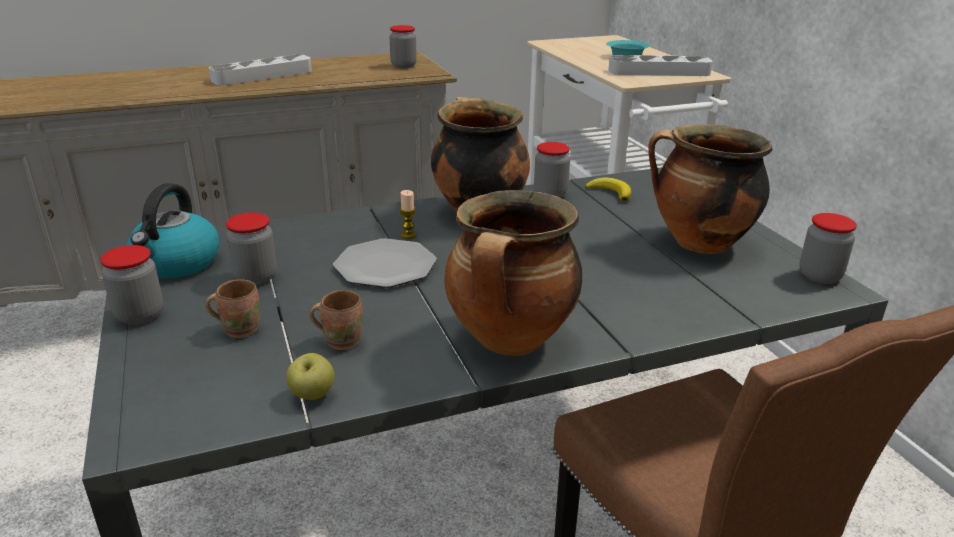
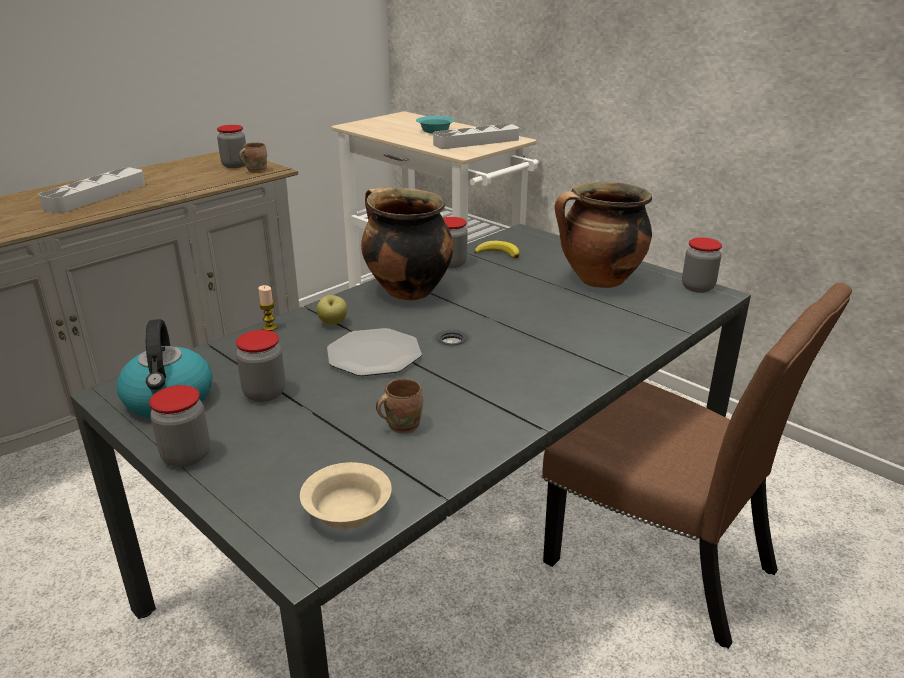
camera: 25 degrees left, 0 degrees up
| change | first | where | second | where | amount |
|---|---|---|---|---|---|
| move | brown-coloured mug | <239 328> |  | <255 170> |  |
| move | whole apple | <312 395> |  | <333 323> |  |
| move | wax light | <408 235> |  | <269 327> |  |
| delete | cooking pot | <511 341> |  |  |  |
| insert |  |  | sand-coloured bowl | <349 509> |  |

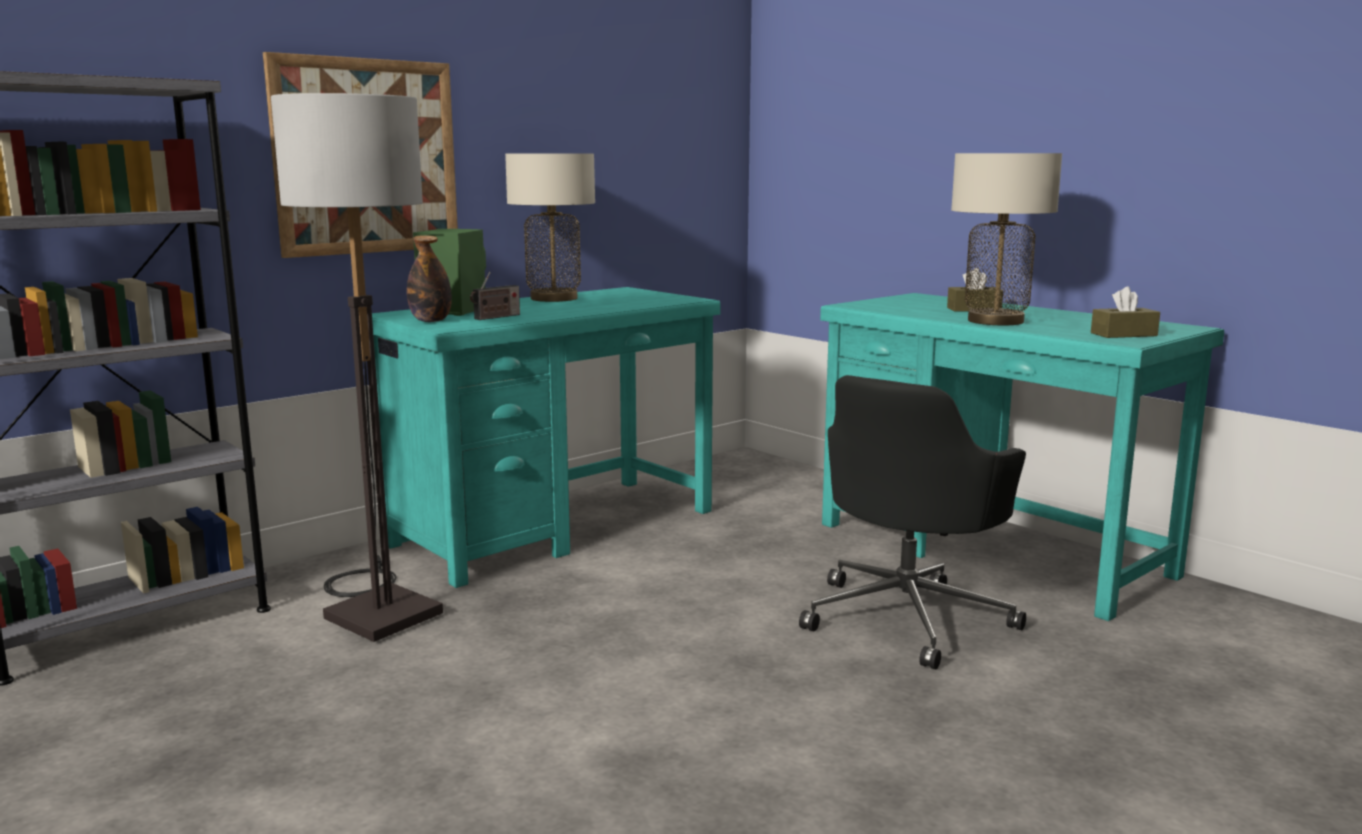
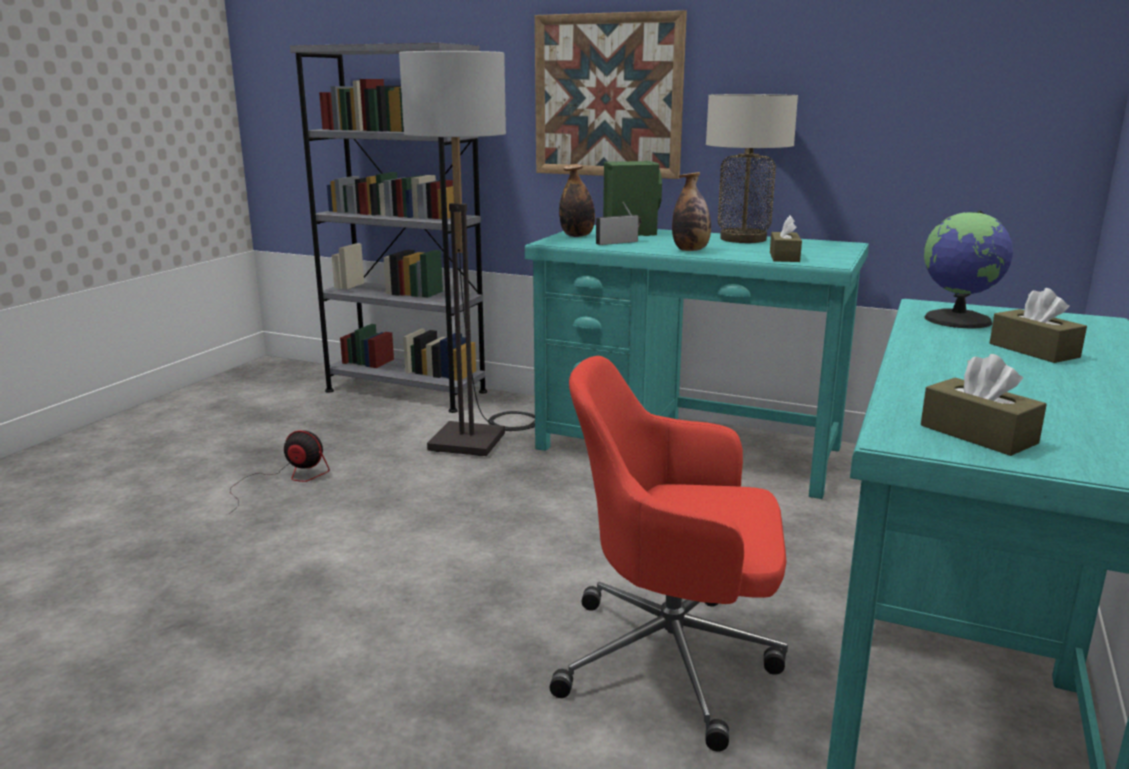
camera: 65 degrees right, 5 degrees up
| change | first | where | second | where | amount |
|---|---|---|---|---|---|
| rotate | radio receiver | <495 317> |  | <618 242> | 135 degrees clockwise |
| recolor | black computer chair | <908 617> | red computer chair | <674 660> |  |
| delete | table lamp | <995 321> |  |  |  |
| insert |  |  | fan | <284 480> |  |
| insert |  |  | bottle | <690 250> |  |
| insert |  |  | brown-coloured box of tissues | <784 257> |  |
| insert |  |  | globe | <959 320> |  |

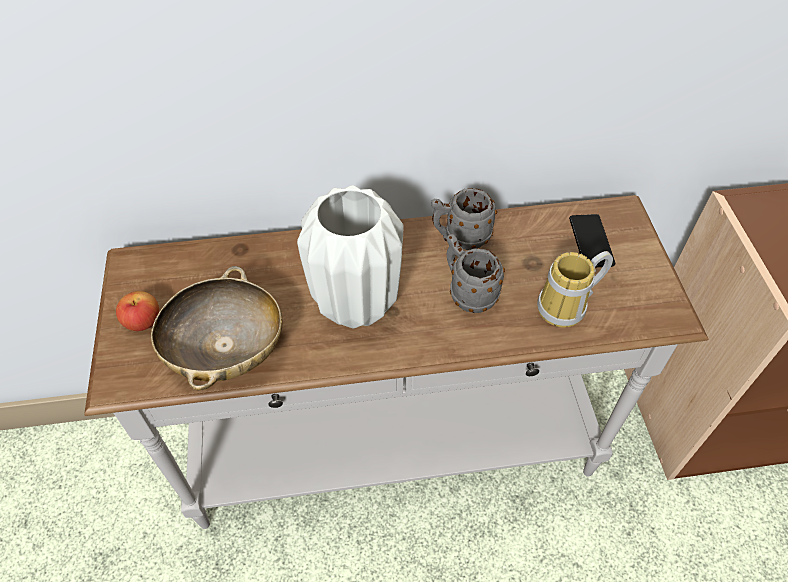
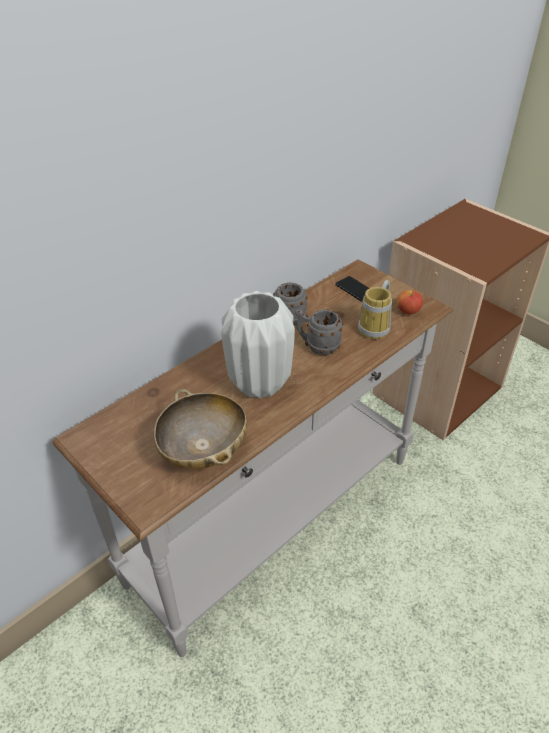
camera: 35 degrees left, 10 degrees down
| change | first | where | second | where | amount |
|---|---|---|---|---|---|
| move | whole apple | <143 321> |  | <408 311> |  |

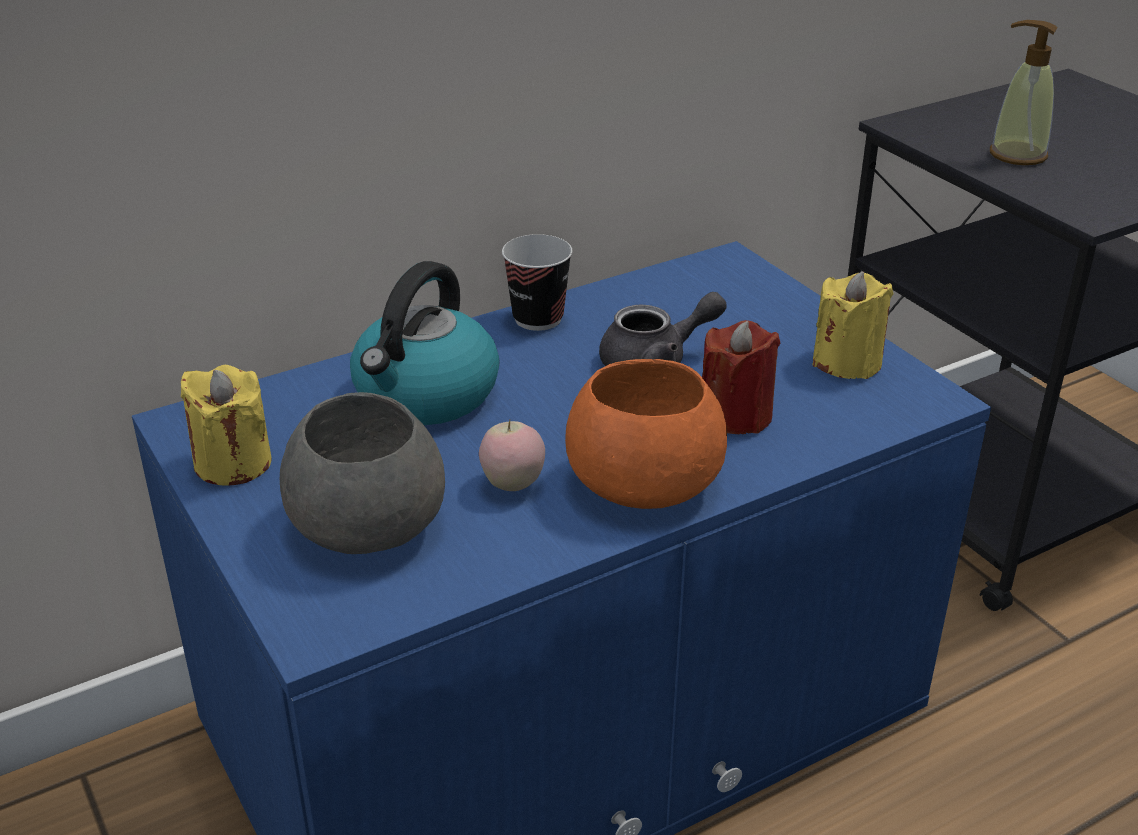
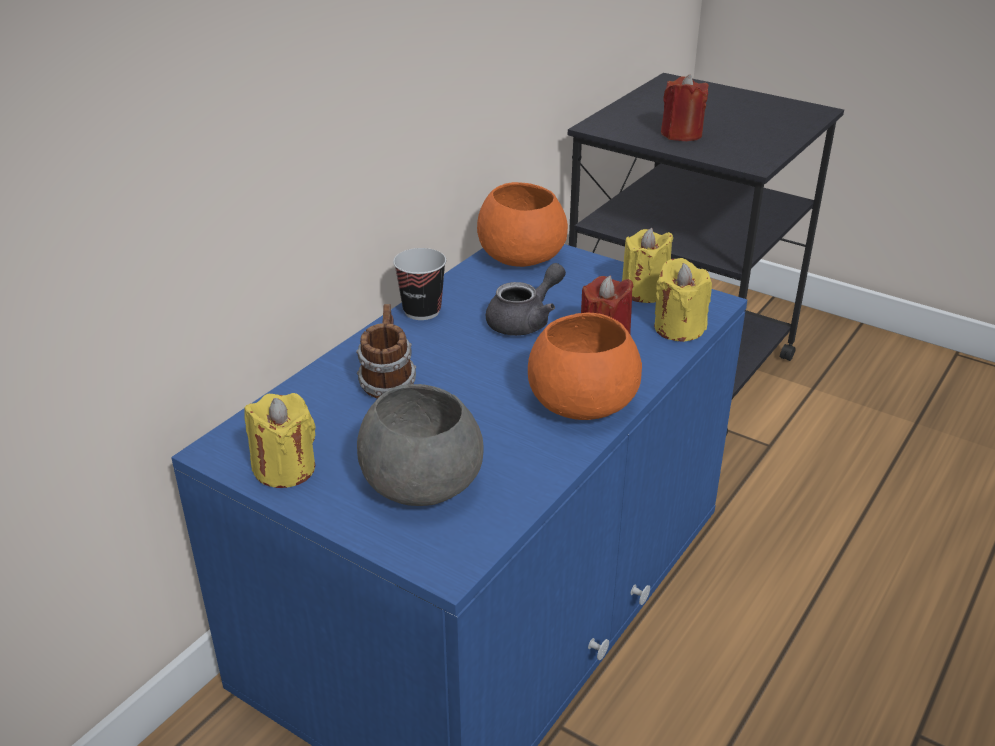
camera: 25 degrees left, 0 degrees up
| change | first | where | second | where | amount |
|---|---|---|---|---|---|
| replace | water kettle | <425 395> | mug | <387 383> |  |
| delete | whole apple | <513 484> |  |  |  |
| replace | soap bottle | <1017 155> | red wax light | <681 134> |  |
| insert |  |  | orange-coloured bowl | <520 255> |  |
| insert |  |  | yellow-coloured wax light | <678 328> |  |

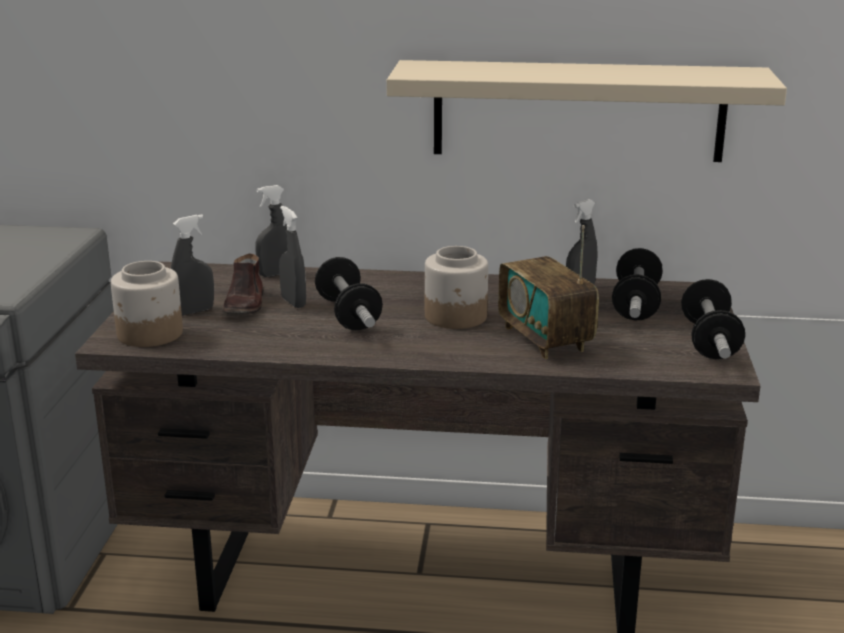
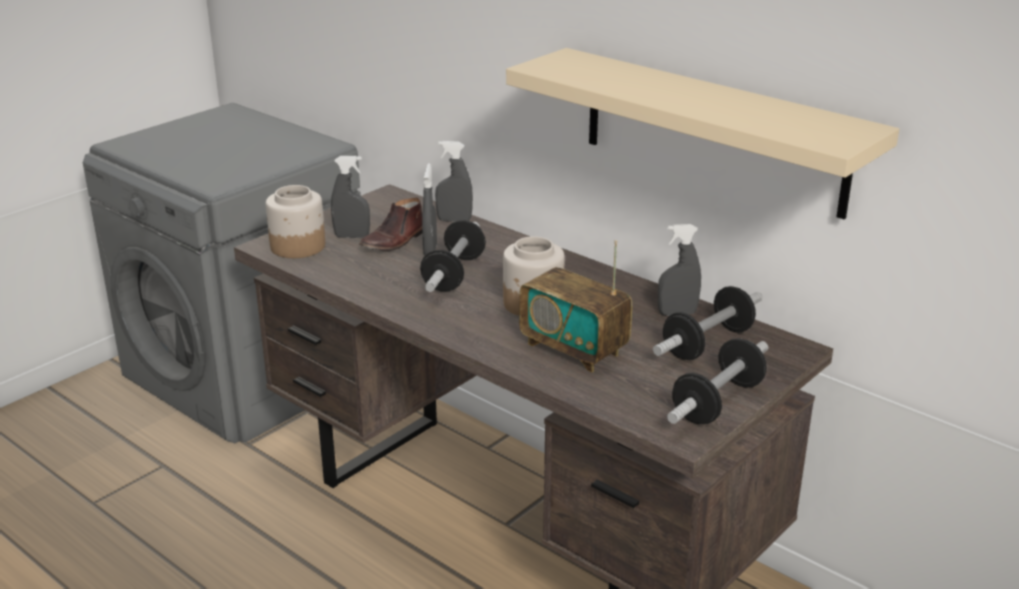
camera: 35 degrees right, 5 degrees up
| change | first | where | second | where | amount |
|---|---|---|---|---|---|
| rotate | radio receiver | <545 339> |  | <574 349> | 60 degrees counterclockwise |

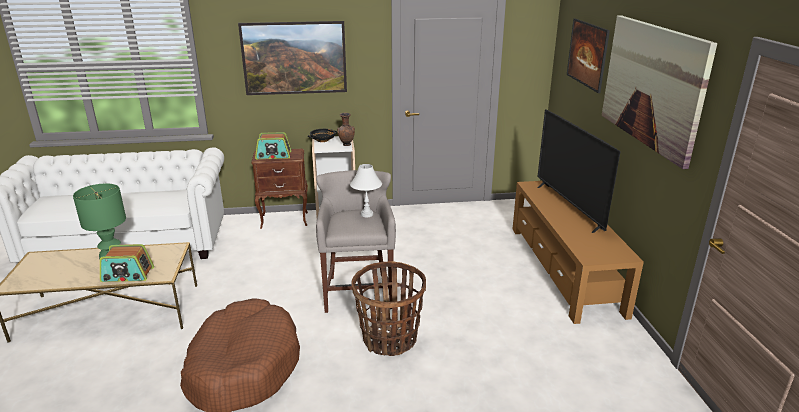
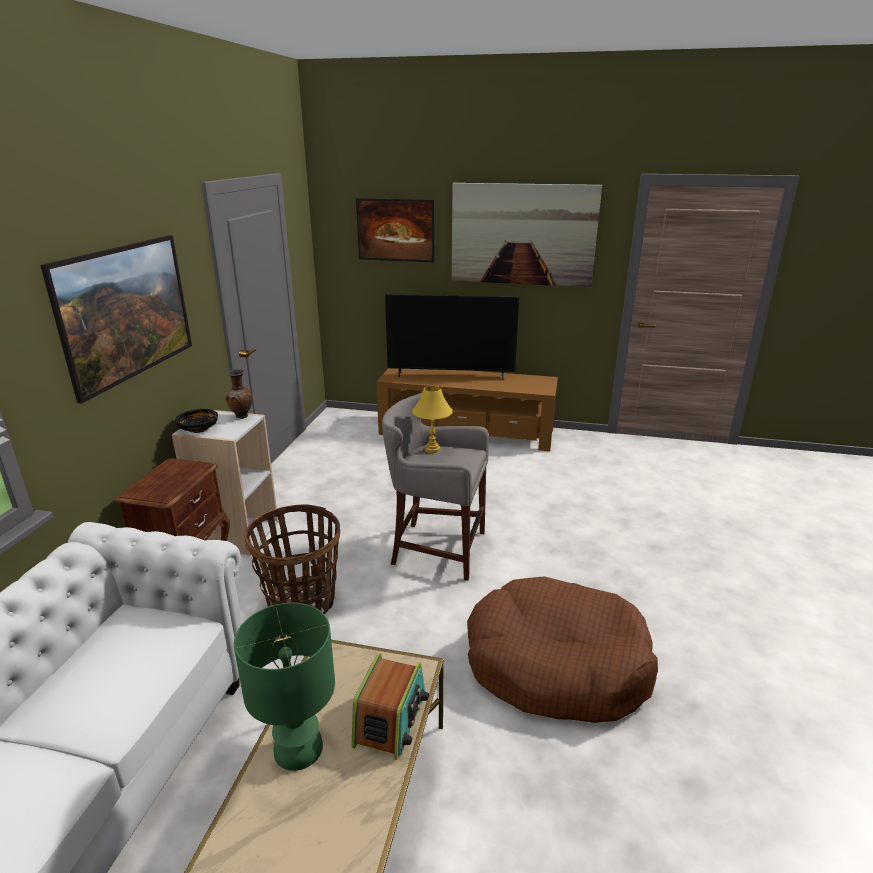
camera: 70 degrees left, 0 degrees up
| change | first | where | second | where | amount |
|---|---|---|---|---|---|
| delete | radio receiver | <273 155> |  |  |  |
| recolor | whitish table lamp | <367 214> | yellow-coloured table lamp | <432 449> |  |
| move | basket | <389 340> |  | <301 602> |  |

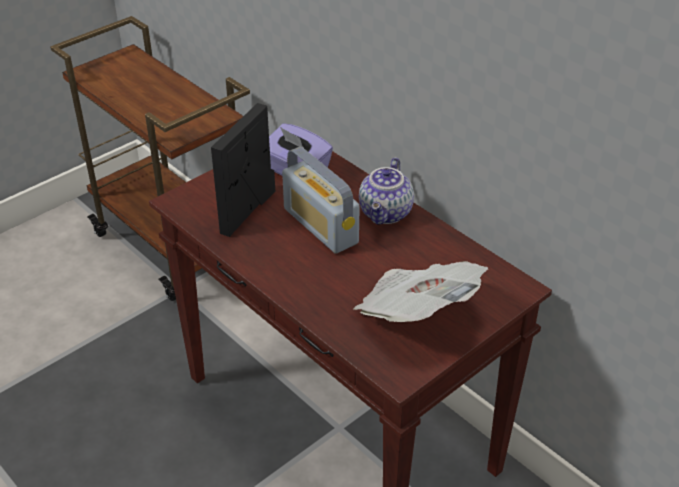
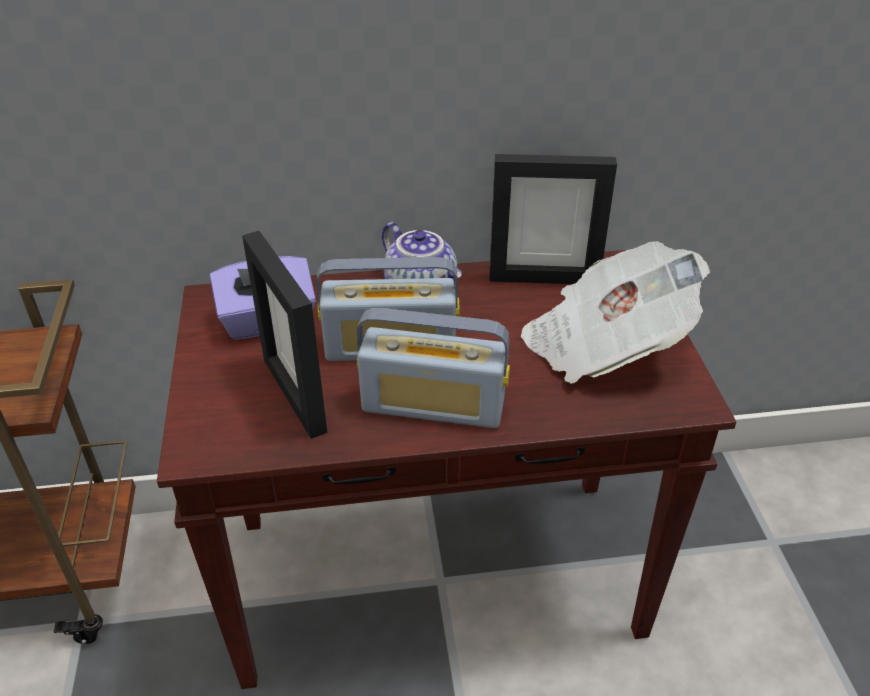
camera: 55 degrees left, 0 degrees up
| change | first | where | second | where | amount |
|---|---|---|---|---|---|
| insert |  |  | radio receiver | <433 405> |  |
| insert |  |  | photo frame | <543 277> |  |

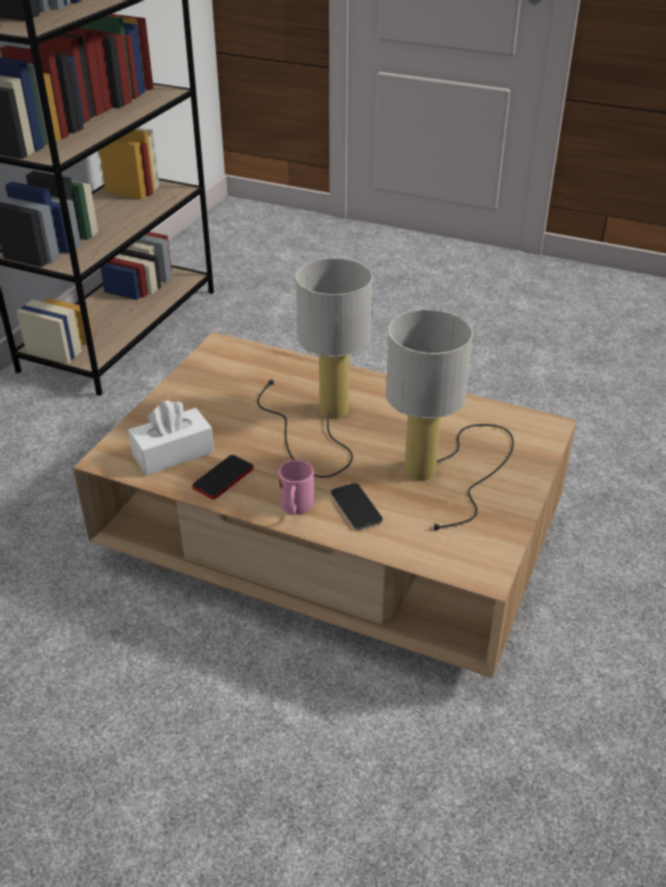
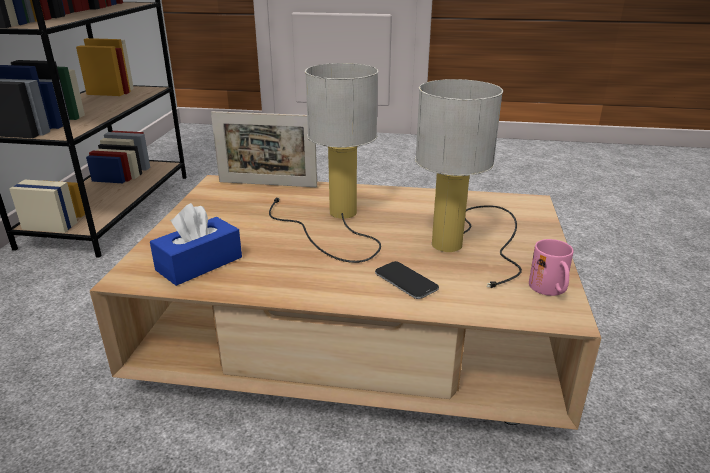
camera: 15 degrees left, 10 degrees down
| change | first | where | second | where | amount |
|---|---|---|---|---|---|
| recolor | whitish box of tissues | <173 453> | bluish box of tissues | <199 264> |  |
| delete | phone | <223 478> |  |  |  |
| move | pink-coloured mug | <296 508> |  | <551 290> |  |
| insert |  |  | photo frame | <267 184> |  |

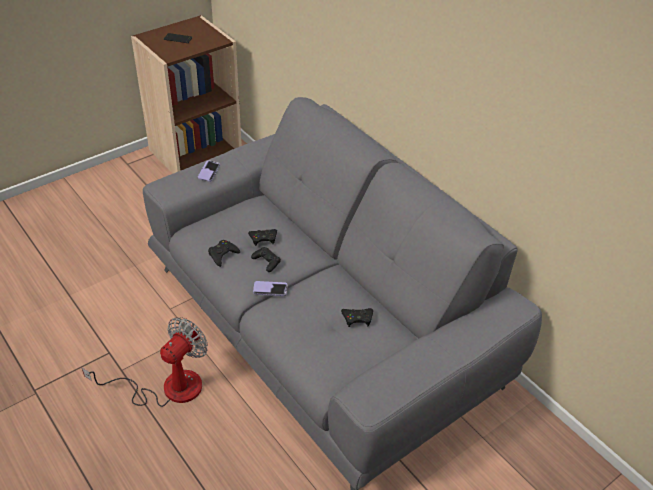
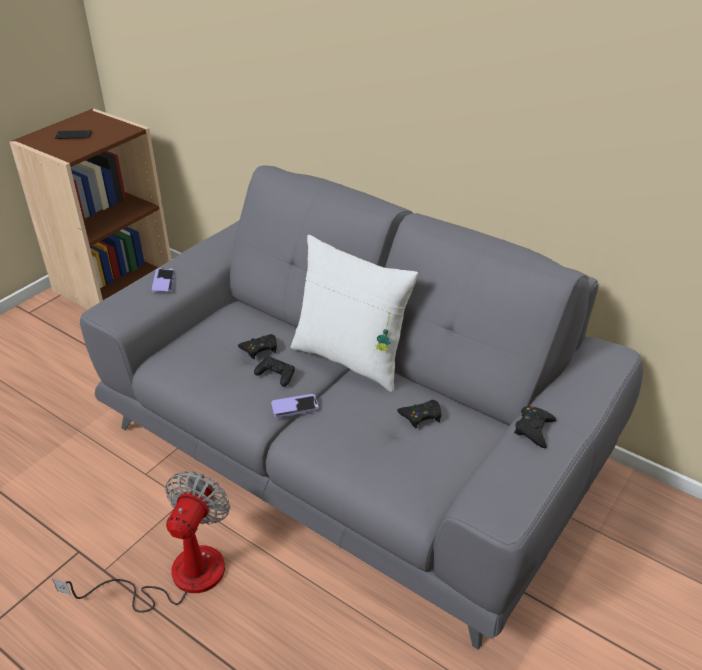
camera: 15 degrees left, 5 degrees down
| change | first | where | second | where | amount |
|---|---|---|---|---|---|
| move | black gamepad | <222 255> |  | <534 429> |  |
| insert |  |  | whitish pillow | <349 360> |  |

